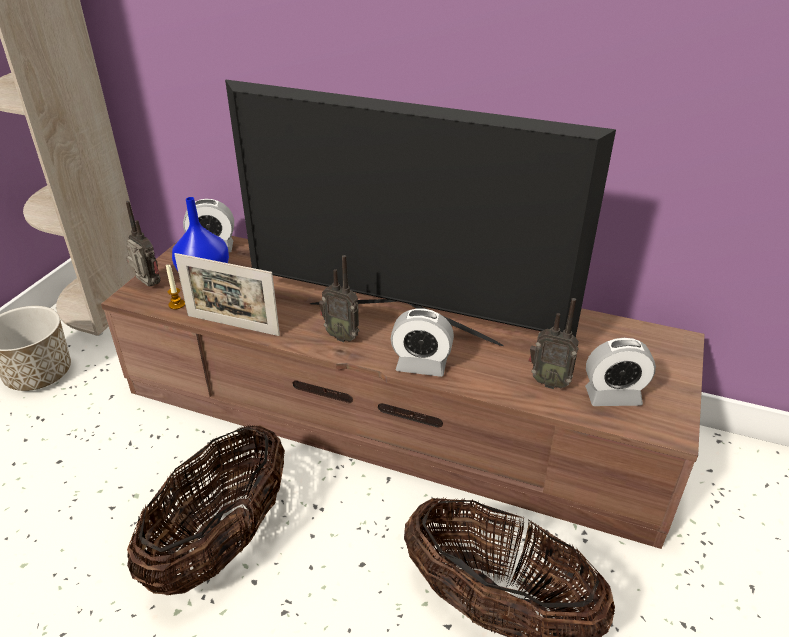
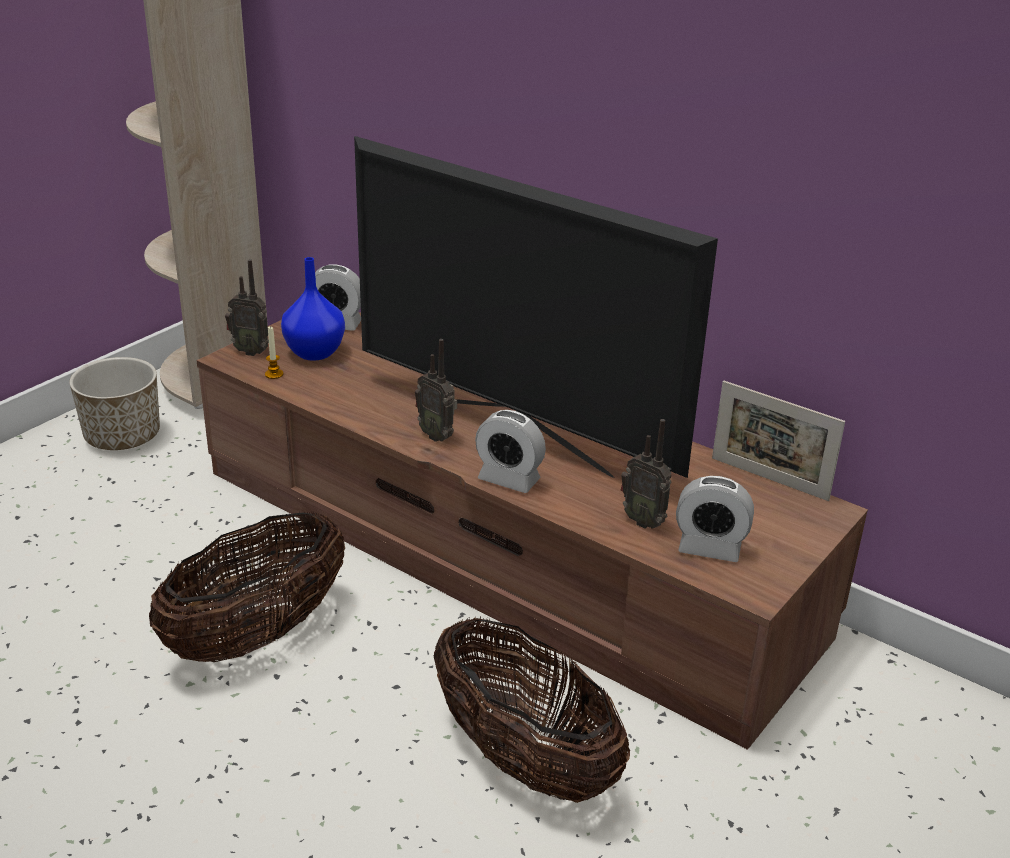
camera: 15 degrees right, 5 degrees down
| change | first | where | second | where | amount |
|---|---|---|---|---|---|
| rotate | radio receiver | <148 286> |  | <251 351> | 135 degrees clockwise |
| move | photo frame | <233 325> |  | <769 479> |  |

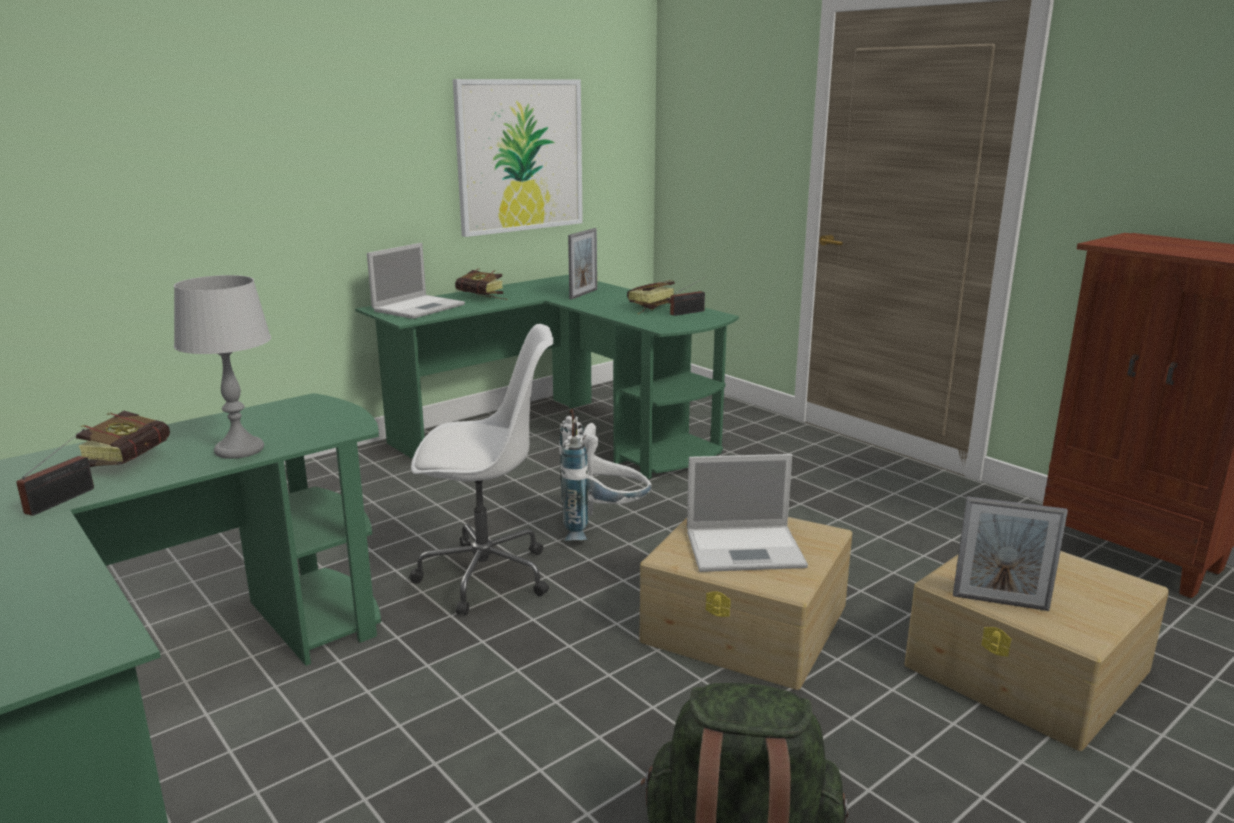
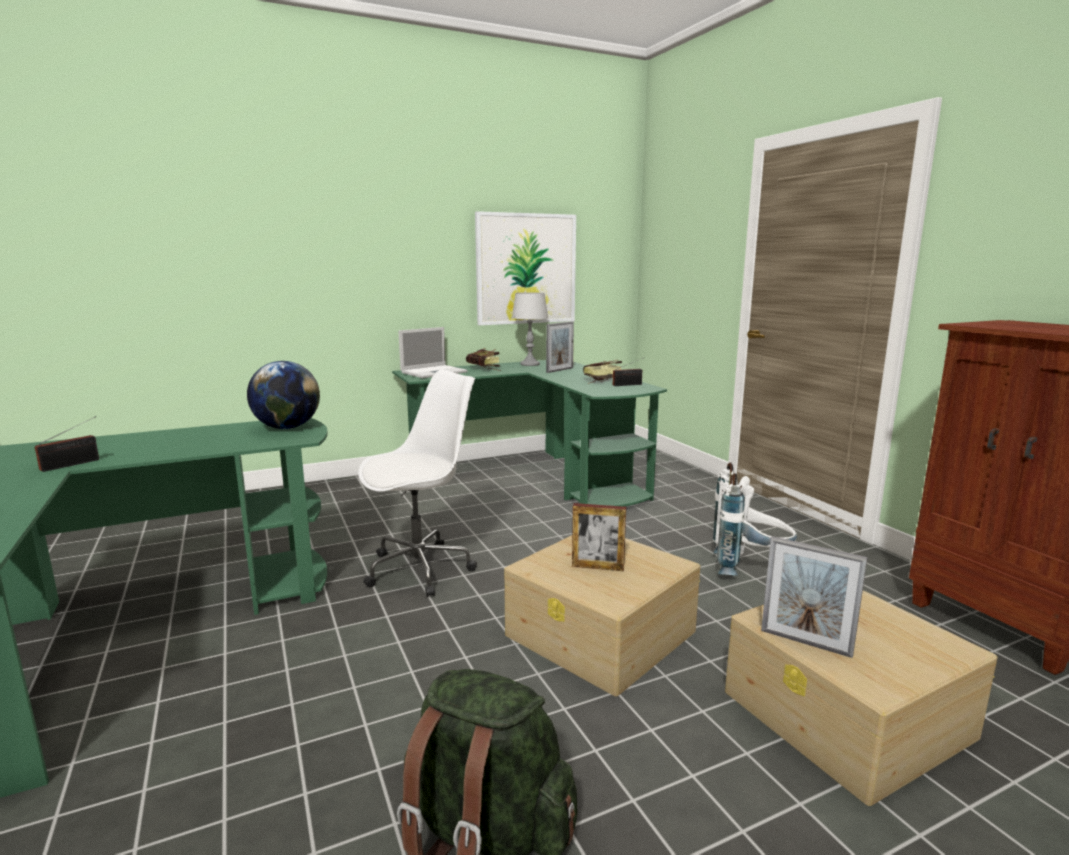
camera: 15 degrees right, 5 degrees down
| change | first | where | second | where | amount |
|---|---|---|---|---|---|
| delete | book | <134 459> |  |  |  |
| move | greyish table lamp | <239 450> |  | <530 364> |  |
| rotate | whitish computer chair | <488 576> |  | <421 569> | 45 degrees counterclockwise |
| move | whitish knapsack | <602 527> |  | <748 567> |  |
| replace | notebook computer | <747 548> | photo frame | <597 567> |  |
| insert |  |  | globe | <287 428> |  |

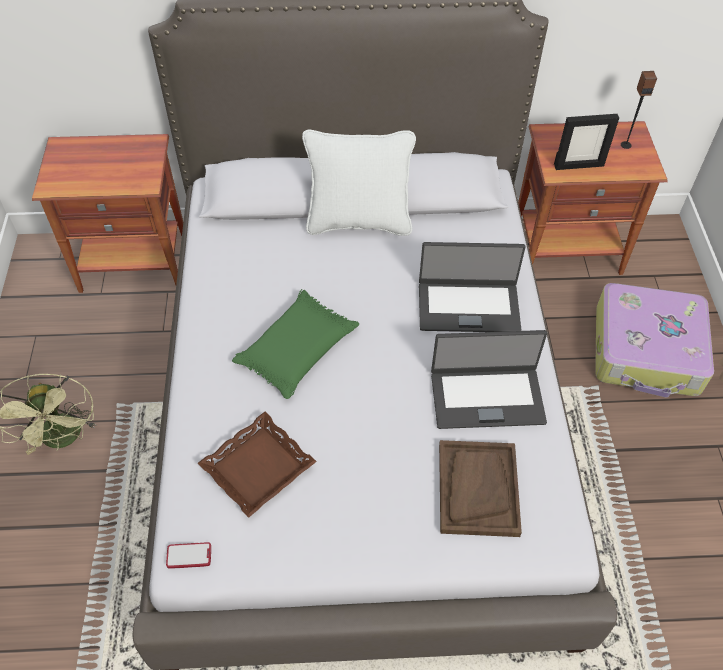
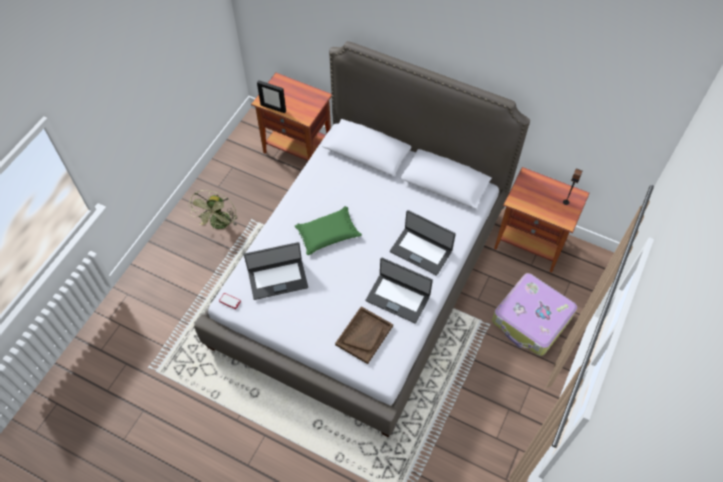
camera: 30 degrees right, 5 degrees up
| change | first | where | second | where | amount |
|---|---|---|---|---|---|
| replace | brown-coloured serving tray | <257 467> | notebook computer | <277 278> |  |
| delete | whitish pillow | <358 222> |  |  |  |
| move | photo frame | <578 165> |  | <273 107> |  |

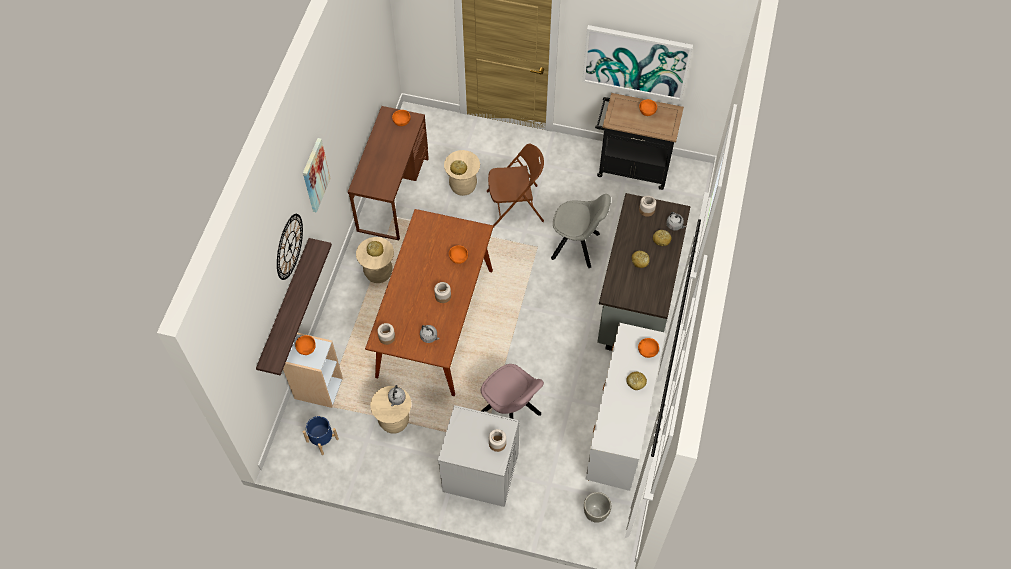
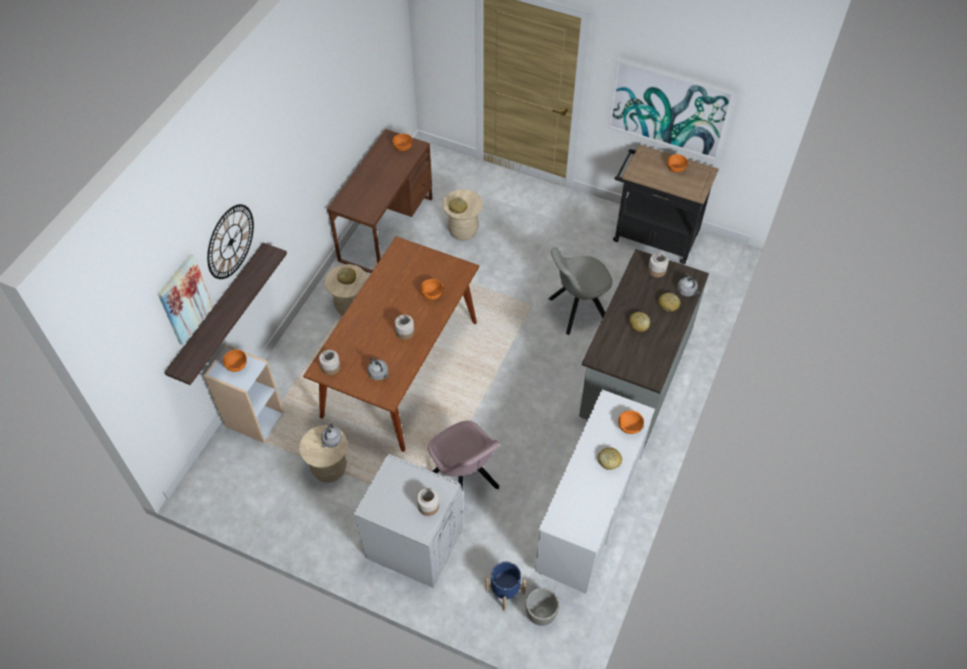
camera: 10 degrees right, 5 degrees down
| change | first | where | second | where | amount |
|---|---|---|---|---|---|
| move | wall picture | <315 175> |  | <184 299> |  |
| move | bluish flower pot | <322 440> |  | <505 591> |  |
| delete | brown-coloured chair | <515 206> |  |  |  |
| rotate | greyish chair | <577 246> |  | <576 310> | 135 degrees clockwise |

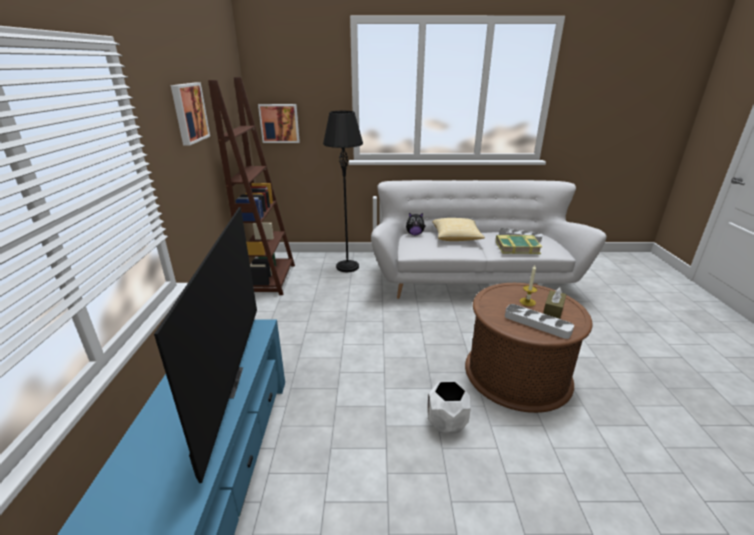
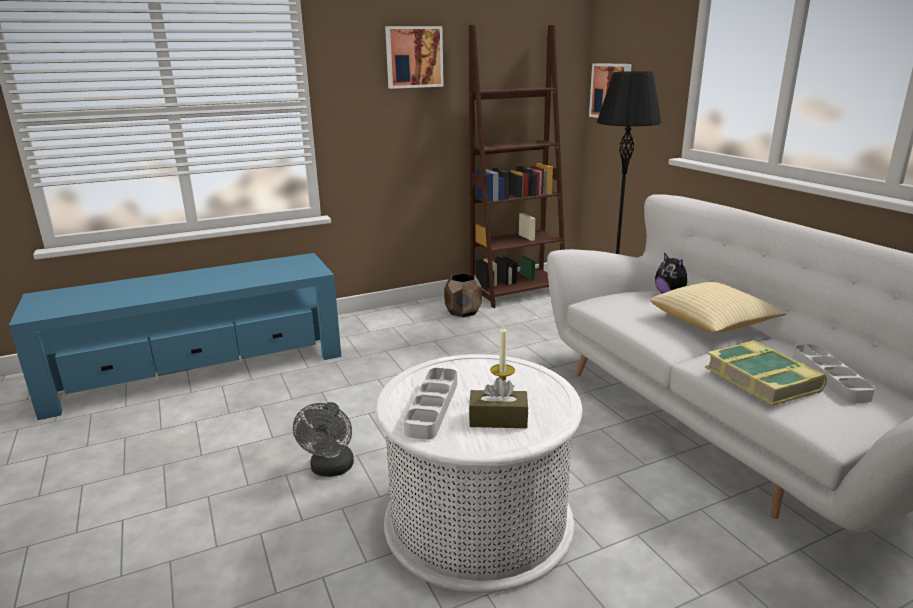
camera: 65 degrees right, 5 degrees down
| change | first | where | second | where | amount |
|---|---|---|---|---|---|
| delete | television | <223 382> |  |  |  |
| replace | whitish flower pot | <446 422> | greyish fan | <331 469> |  |
| recolor | brown-coloured low table | <517 373> | whitish low table | <478 519> |  |
| insert |  |  | brown-coloured flower pot | <463 312> |  |

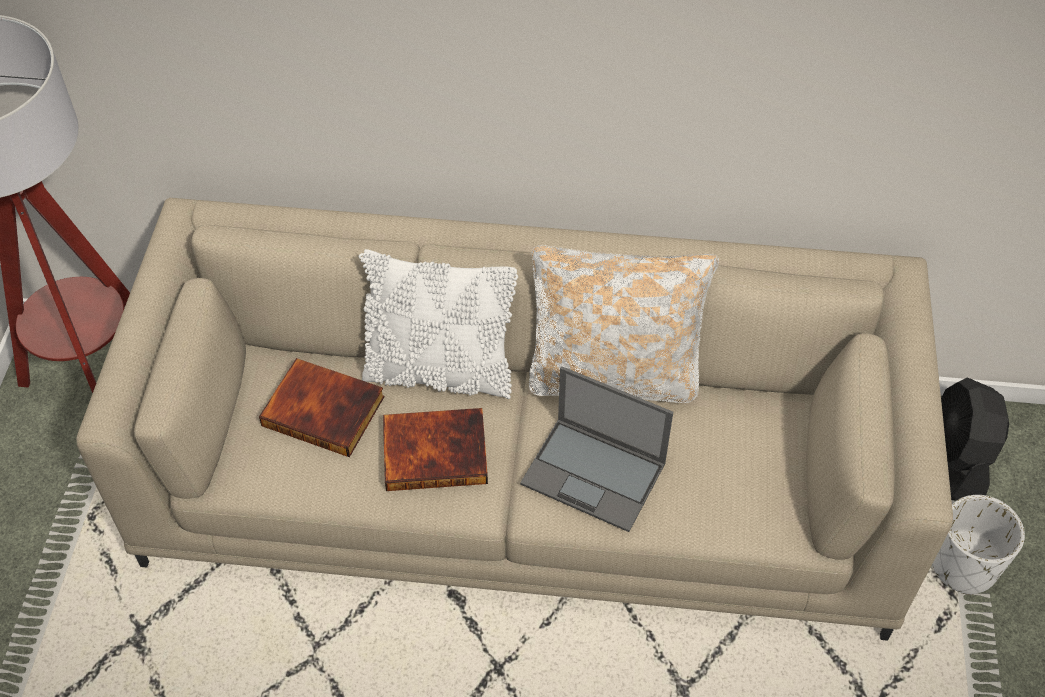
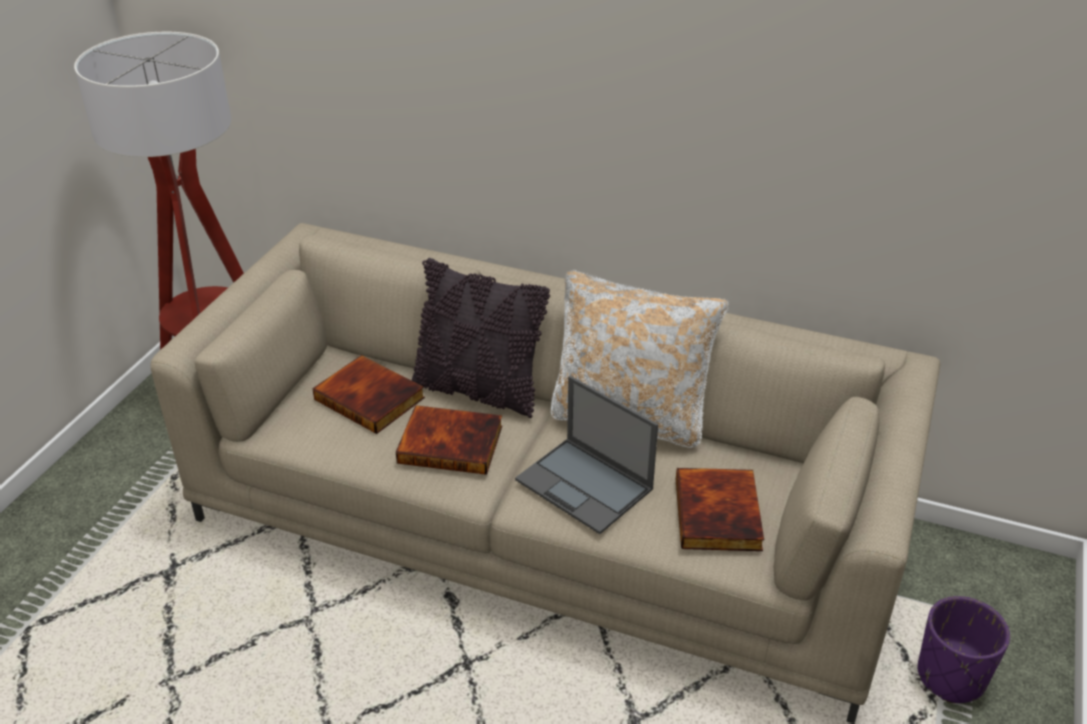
camera: 15 degrees right, 15 degrees down
| change | first | where | second | where | amount |
|---|---|---|---|---|---|
| recolor | whitish pillow | <440 372> | black pillow | <479 390> |  |
| recolor | whitish flower pot | <964 566> | purple-coloured flower pot | <951 677> |  |
| delete | black fan | <957 458> |  |  |  |
| insert |  |  | book | <720 514> |  |

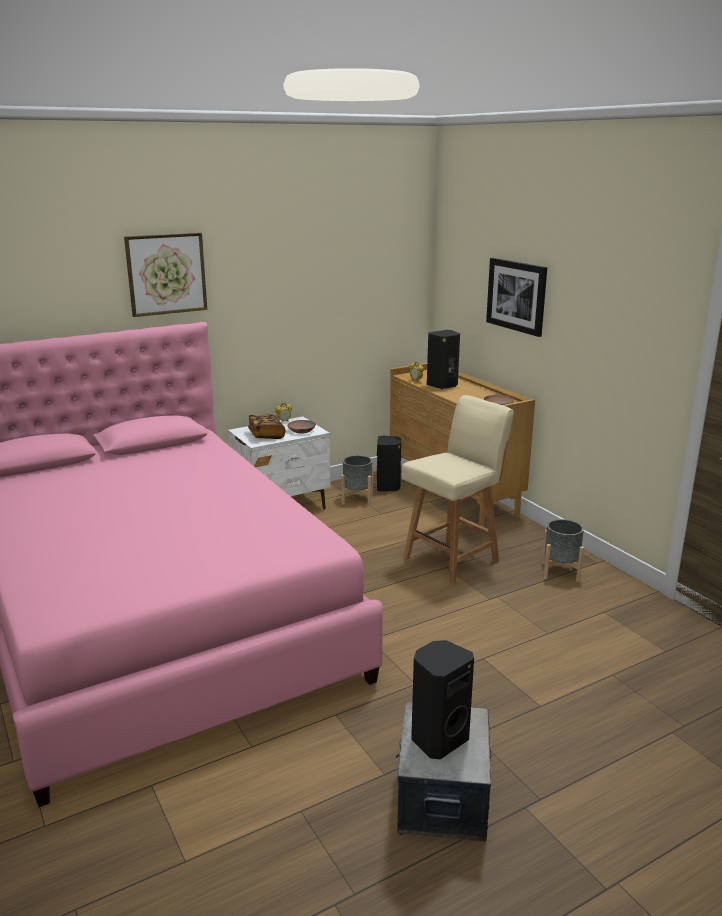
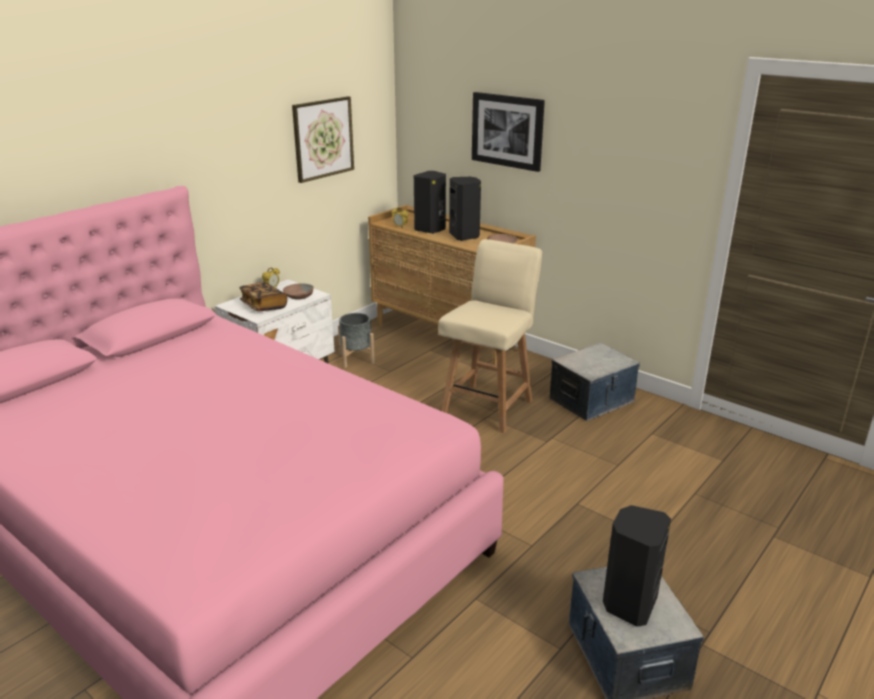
camera: 20 degrees left, 5 degrees up
| change | first | where | second | where | amount |
|---|---|---|---|---|---|
| move | wall picture | <166 274> |  | <323 138> |  |
| move | black speaker | <388 487> |  | <465 236> |  |
| replace | greyish flower pot | <560 571> | storage box | <592 401> |  |

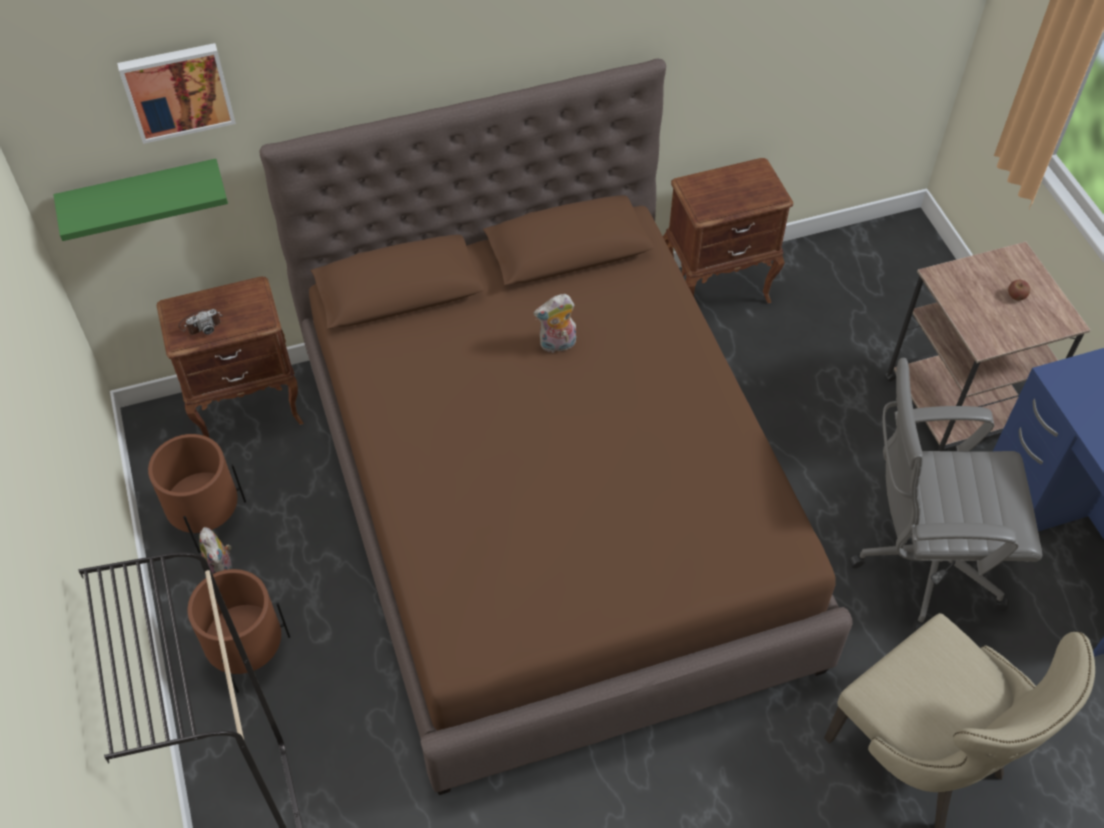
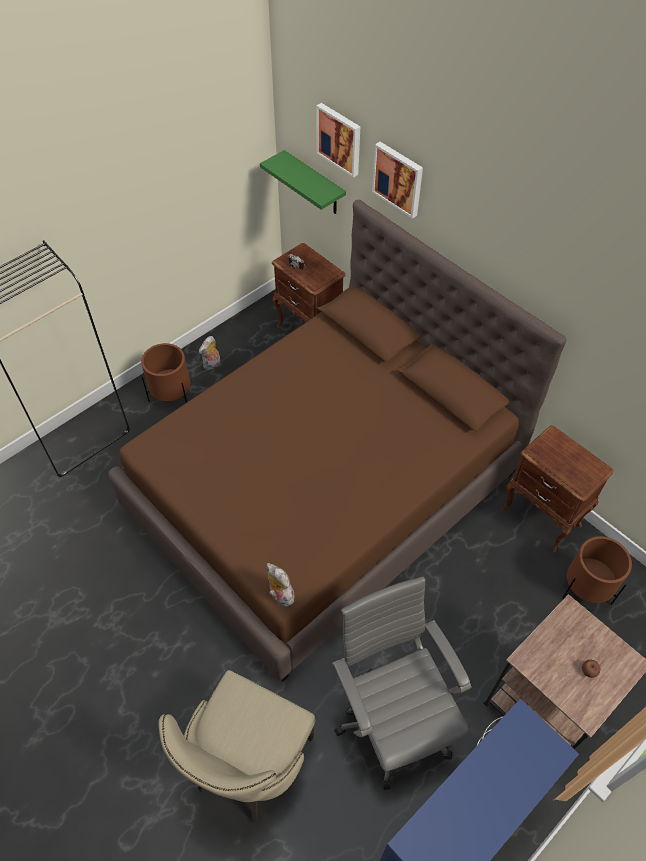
camera: 65 degrees right, 0 degrees up
| change | first | where | second | where | amount |
|---|---|---|---|---|---|
| move | brown-coloured flower pot | <207 517> |  | <586 588> |  |
| move | plush toy | <557 345> |  | <279 595> |  |
| insert |  |  | wall picture | <398 179> |  |

